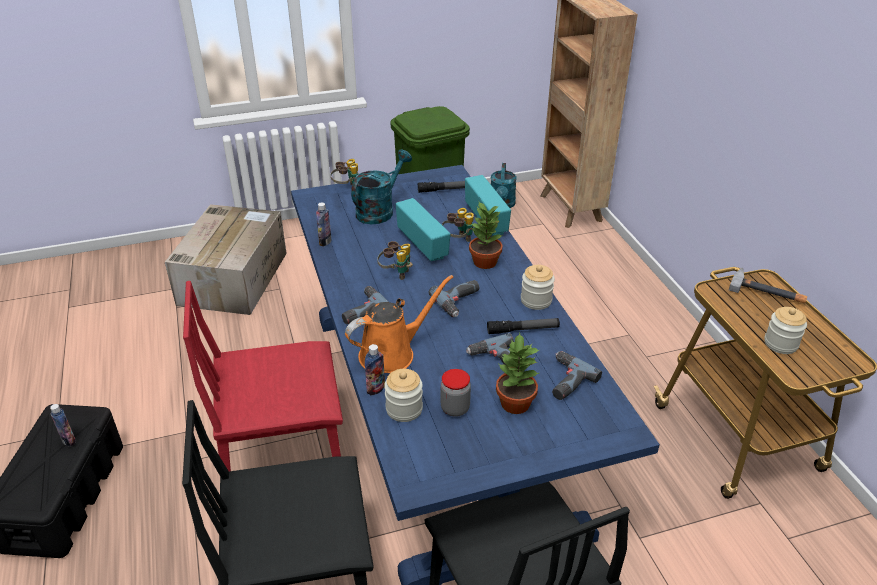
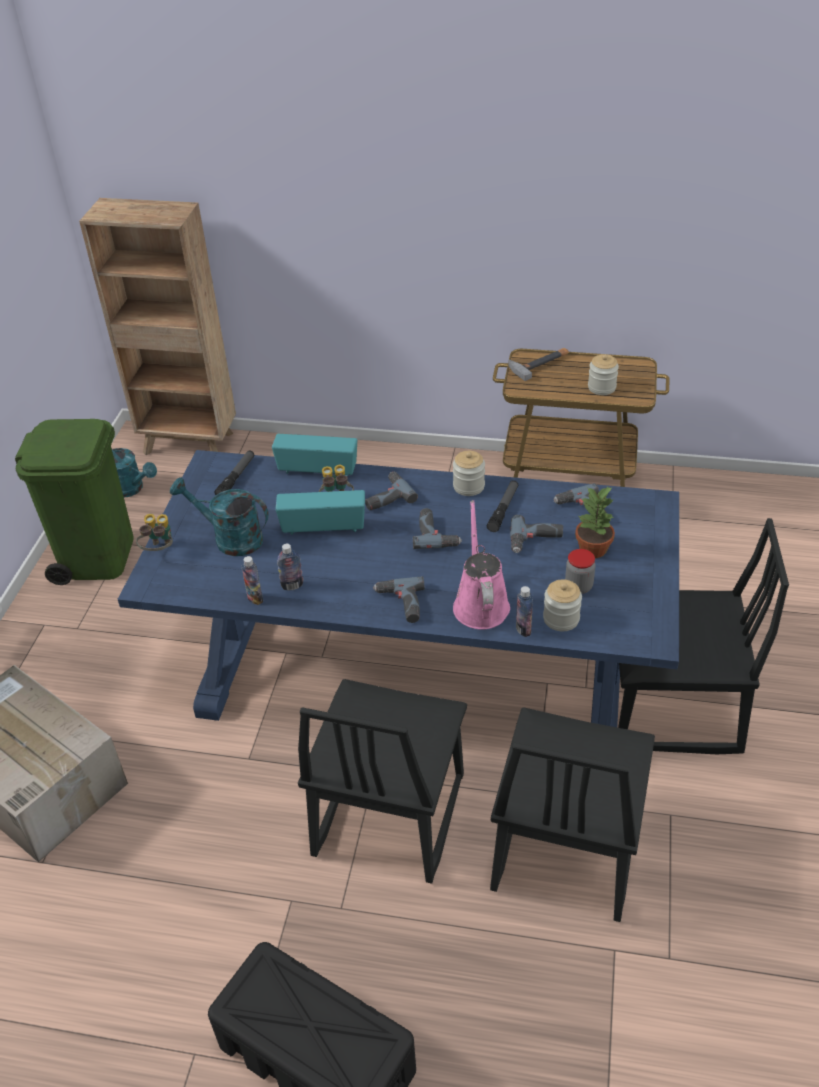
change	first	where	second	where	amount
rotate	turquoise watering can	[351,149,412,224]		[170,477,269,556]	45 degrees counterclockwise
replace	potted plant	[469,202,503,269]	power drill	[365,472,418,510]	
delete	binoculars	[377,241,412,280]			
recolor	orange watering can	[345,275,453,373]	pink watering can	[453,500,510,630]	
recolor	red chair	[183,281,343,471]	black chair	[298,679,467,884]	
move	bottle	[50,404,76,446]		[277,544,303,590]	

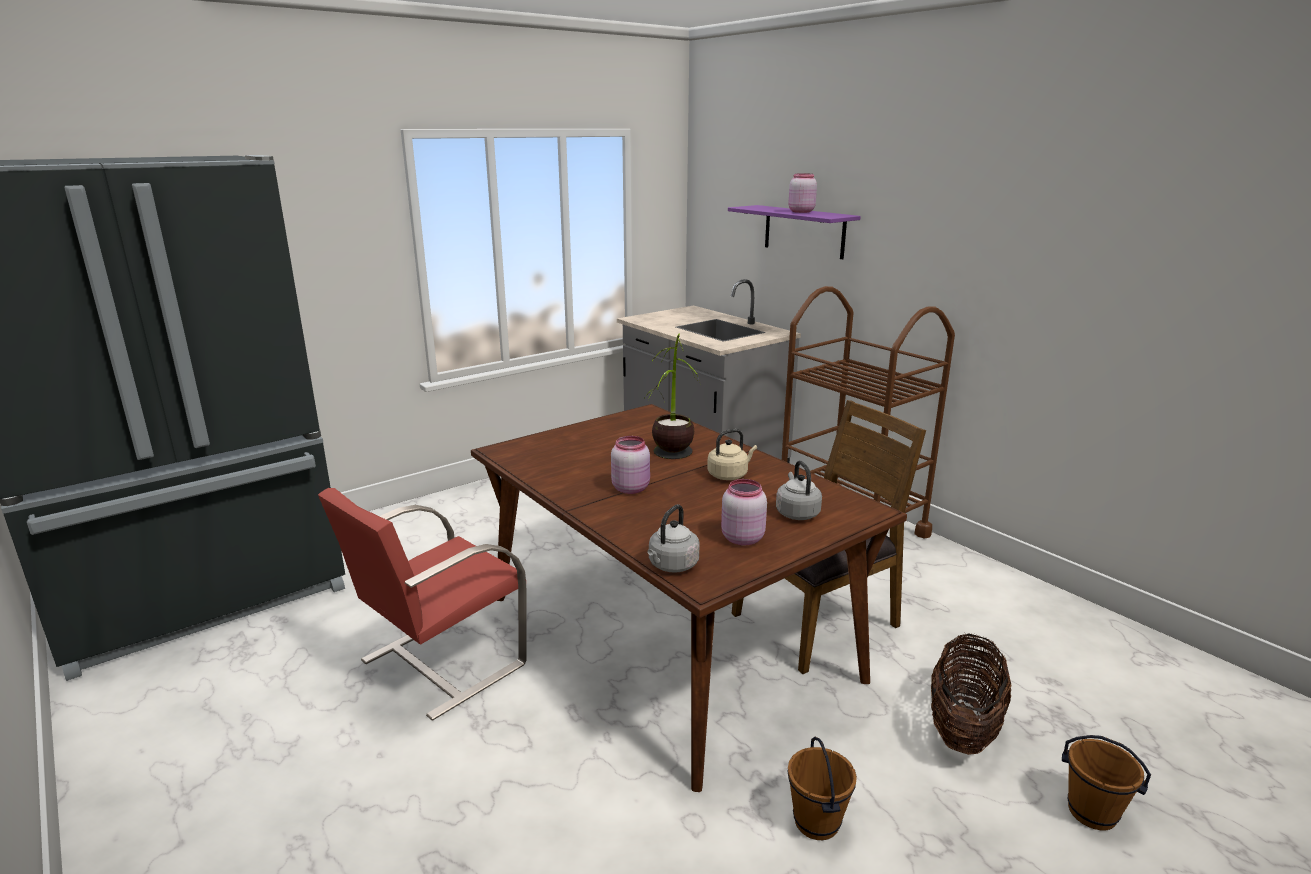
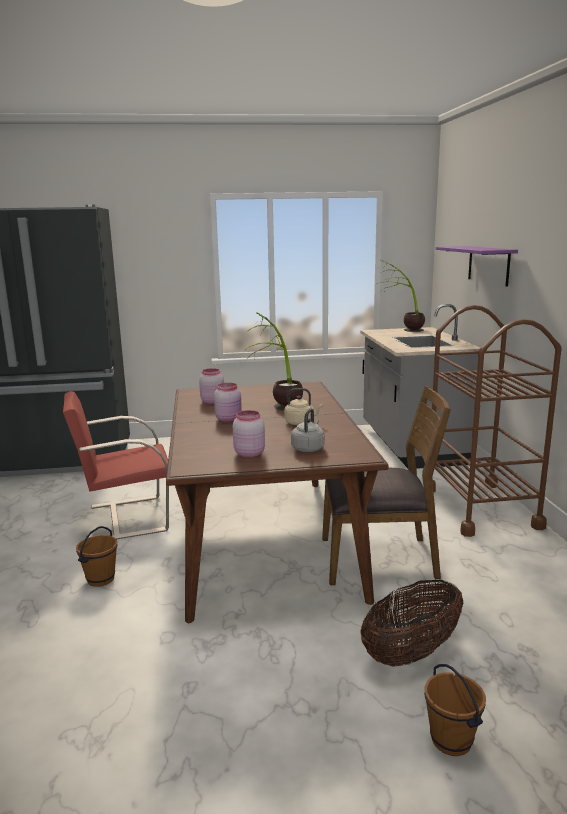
change	first	where	second	where	amount
move	pink jar	[788,173,817,213]		[199,368,224,404]	
delete	grey kettle	[647,504,700,573]			
move	brown bucket	[788,737,857,840]		[76,526,117,587]	
insert			potted plant	[377,260,425,332]	

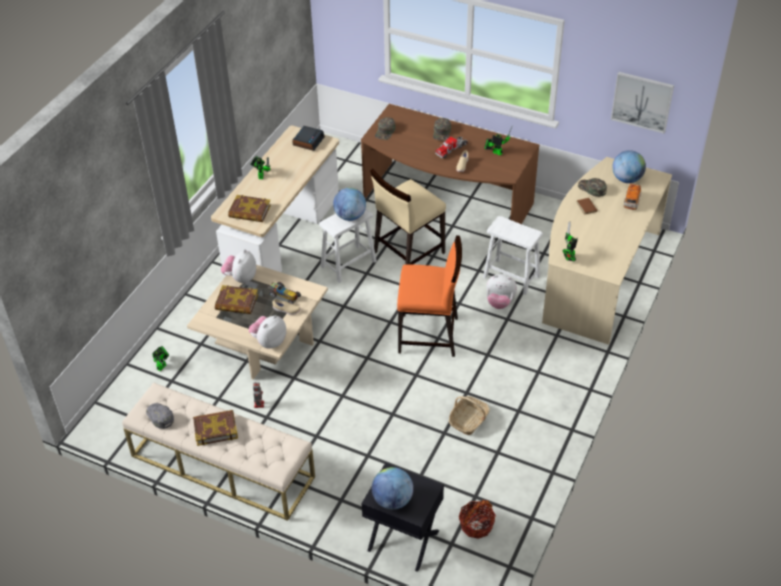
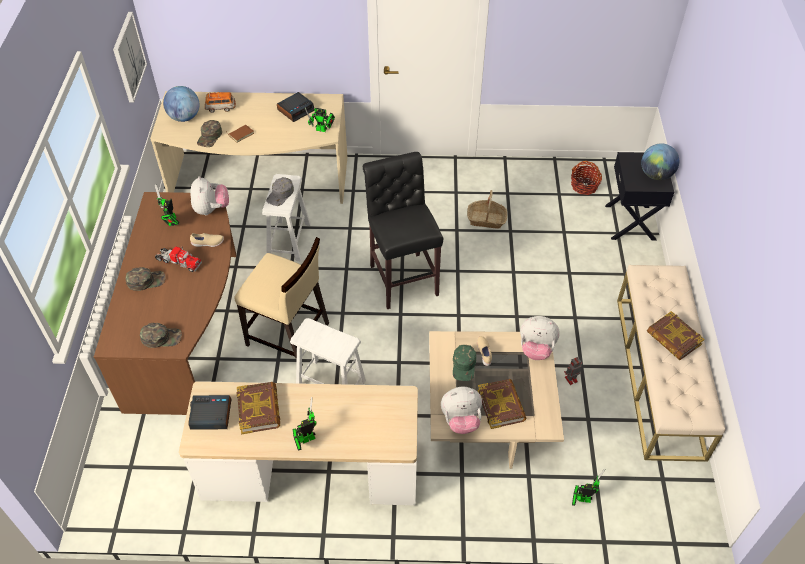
change	first	where	second	where	amount
delete	globe	[333,188,366,221]			
move	book	[228,195,271,222]		[236,382,280,434]	
replace	orange chair	[397,235,462,357]	black stool	[363,152,443,309]	
move	plush toy	[486,274,517,309]		[190,176,229,215]	
replace	toy car	[268,282,301,304]	green cap	[453,345,476,381]	
move	grey cap	[146,403,174,429]		[266,177,294,206]	
insert			alarm clock	[277,92,315,122]	

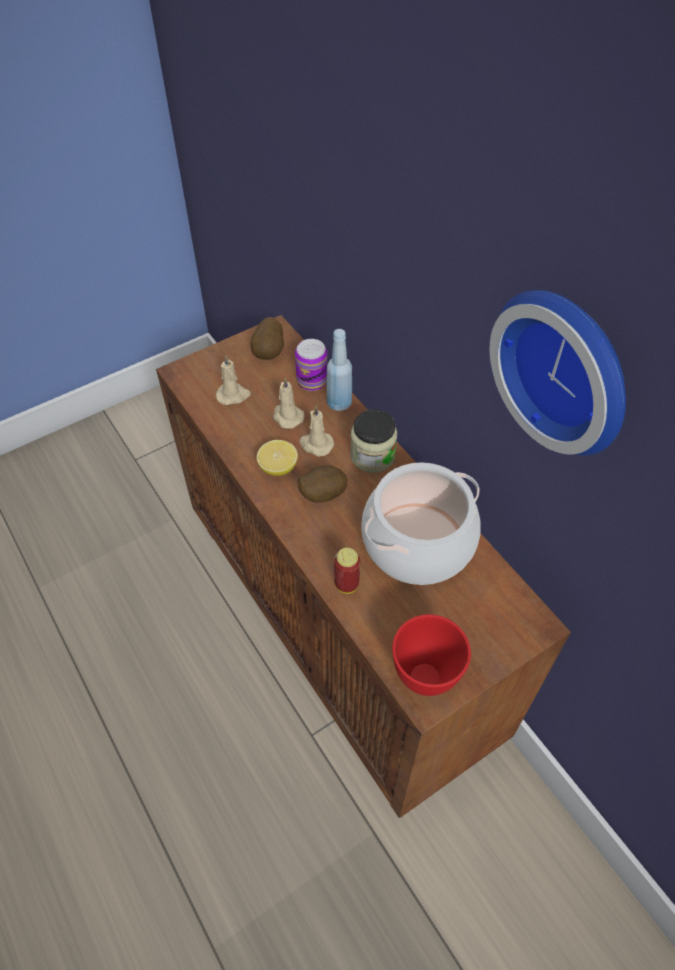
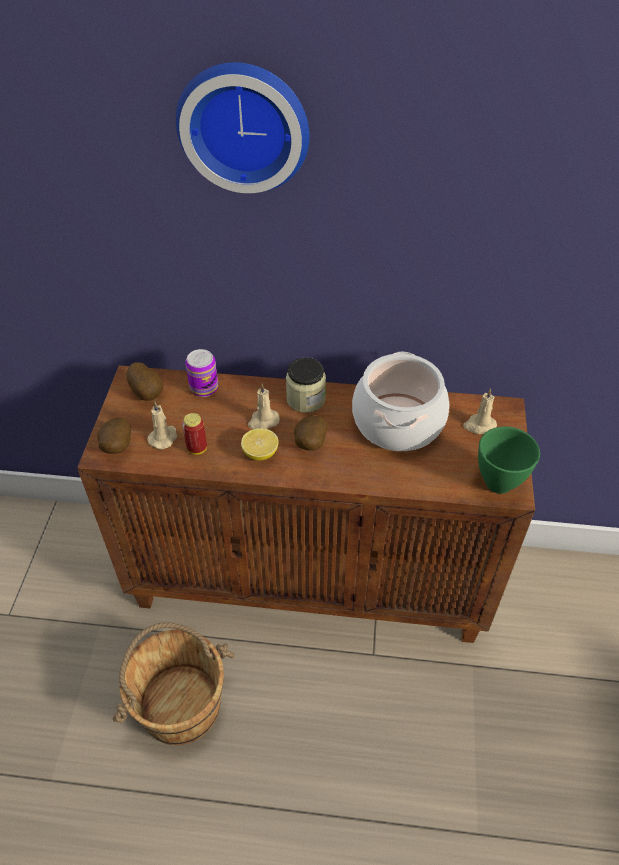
change	first	where	second	where	amount
move	wall clock	[490,290,626,455]		[176,62,309,193]	
delete	blue bottle	[327,329,352,411]			
move	beige candle	[273,377,304,429]		[463,388,497,434]	
move	can	[334,548,360,594]		[182,413,207,455]	
recolor	red bowl	[392,614,471,696]	green bowl	[478,426,540,494]	
insert			potato	[97,418,131,454]	
insert			brown bucket	[112,622,235,745]	

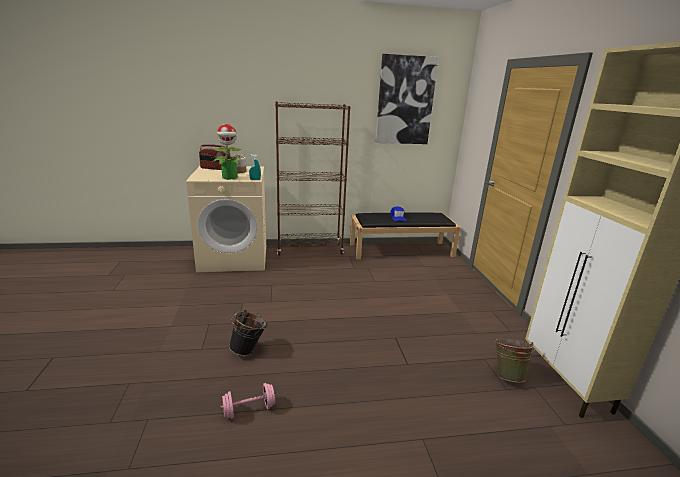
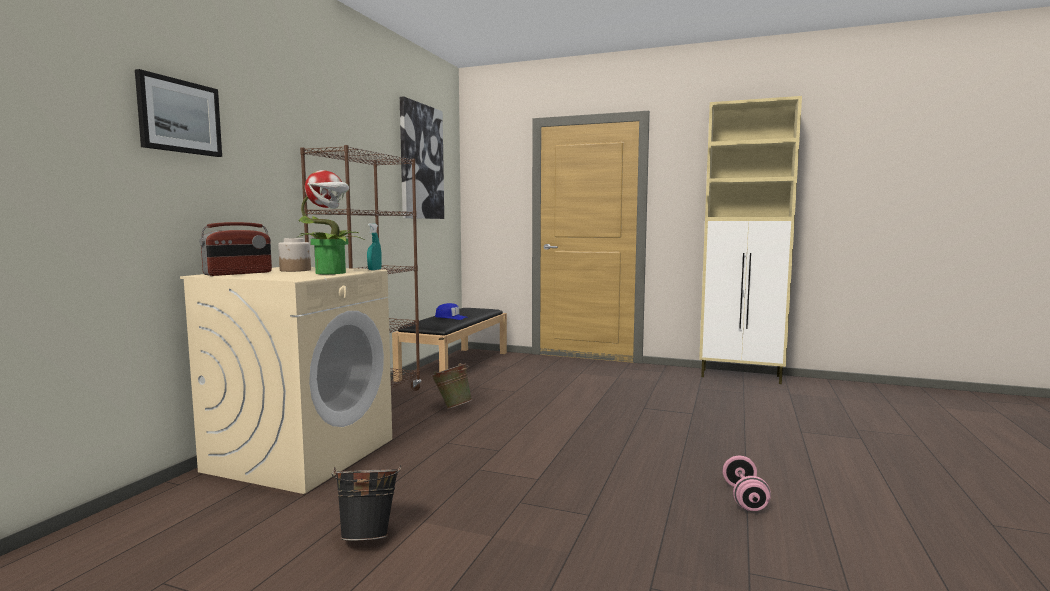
change	first	where	second	where	amount
move	black bucket	[229,310,267,356]		[332,465,401,541]	
move	green bucket	[495,339,535,383]		[431,363,472,409]	
insert			picture	[135,69,222,157]	

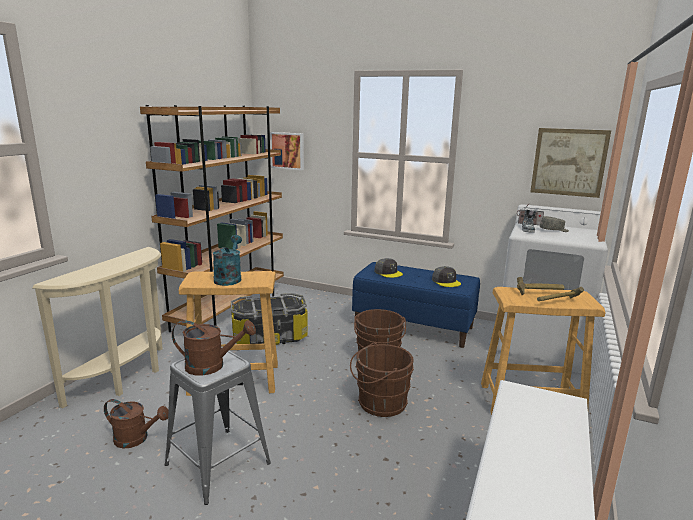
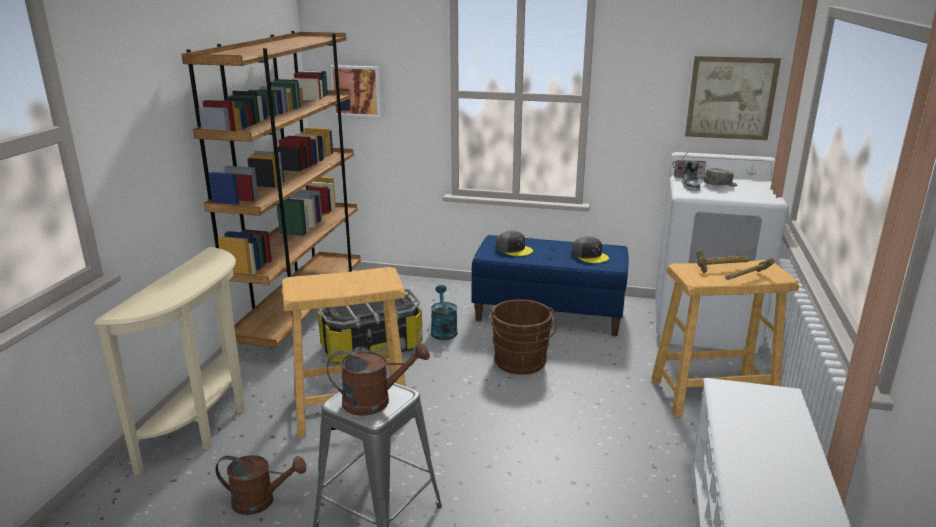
change	first	where	second	where	amount
move	turquoise watering can	[213,235,242,286]		[431,285,457,340]	
delete	brown bucket	[350,342,414,417]			

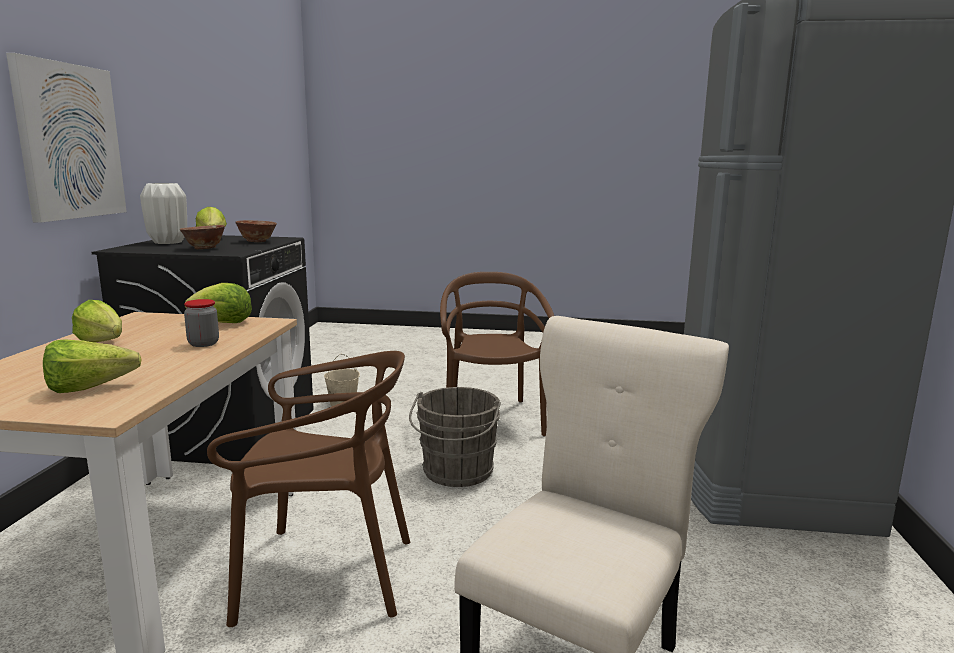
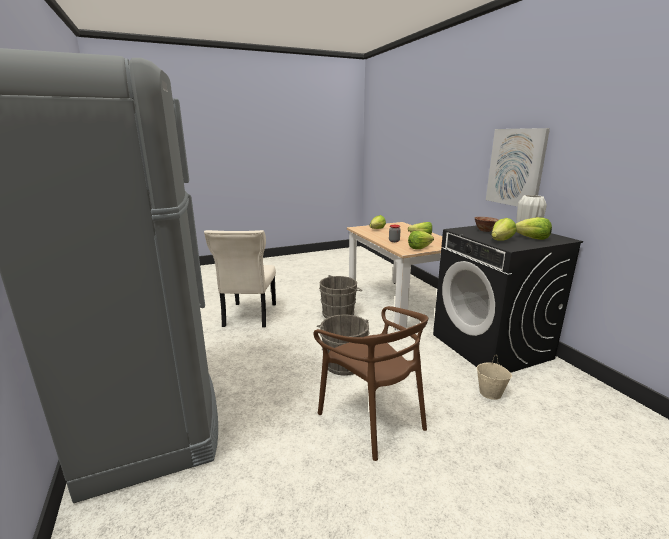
change	first	where	second	where	amount
replace	bowl	[235,220,277,242]	lettuce	[492,218,517,241]	
replace	brown chair	[207,351,410,627]	grey bucket	[319,275,362,318]	

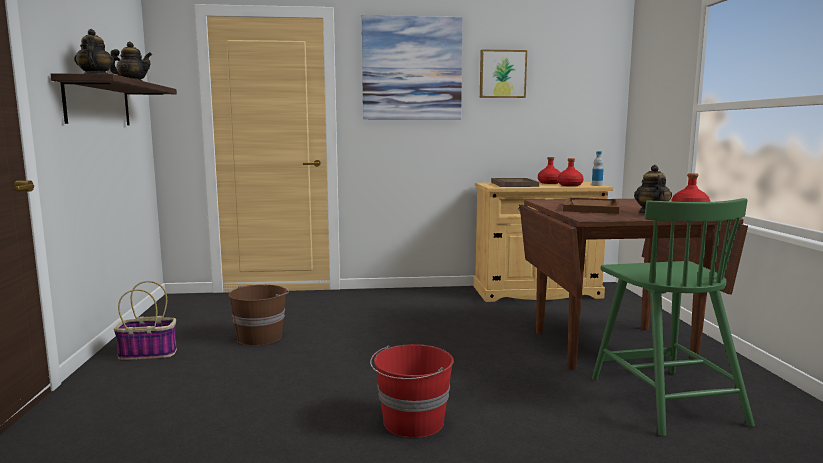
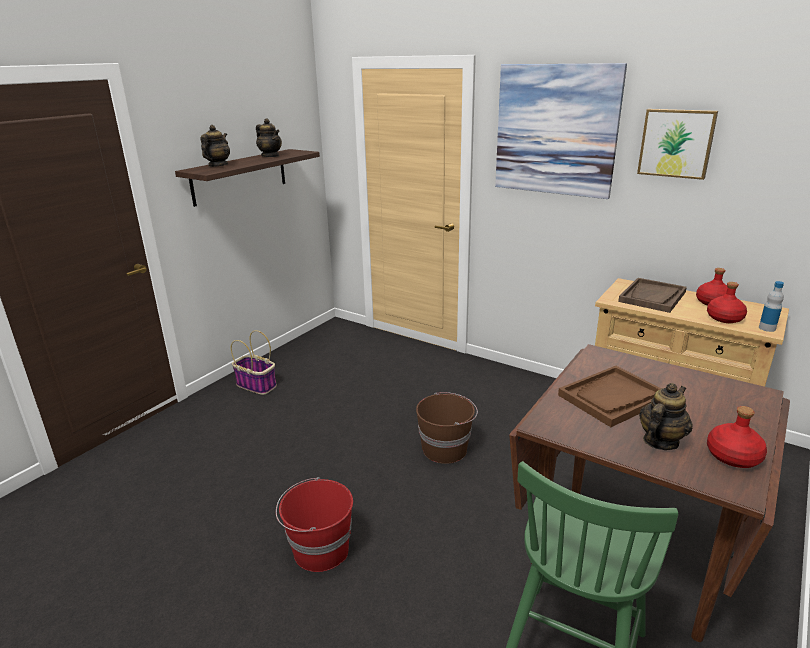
change	first	where	second	where	amount
move	brown bucket	[229,285,289,346]		[416,392,478,464]	

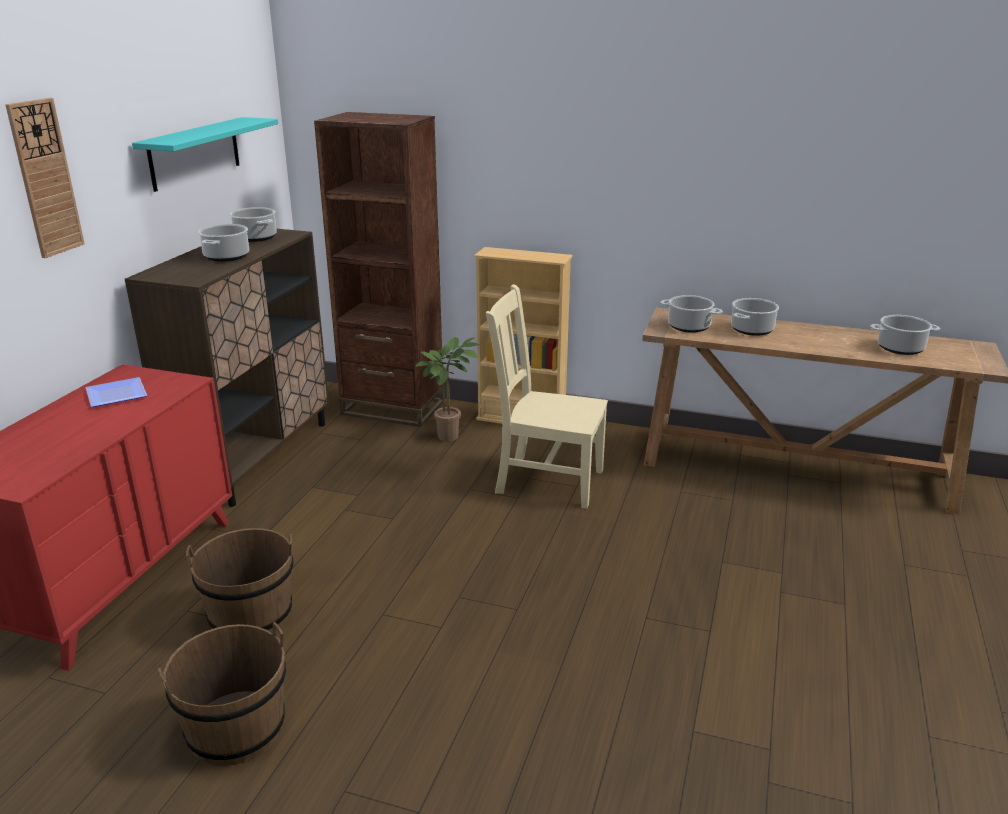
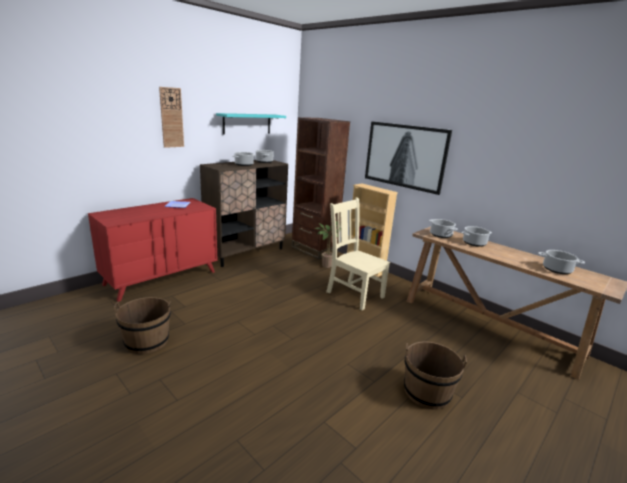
change	first	where	second	where	amount
move	brown bucket	[186,528,293,633]		[404,341,467,409]	
insert			picture	[365,121,452,195]	

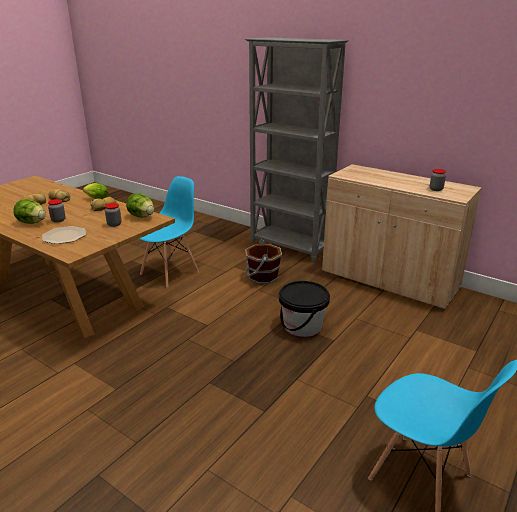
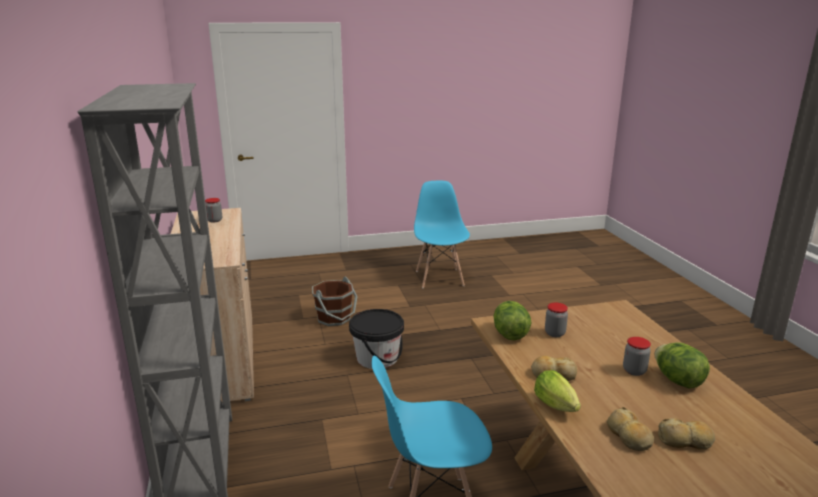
change	first	where	second	where	amount
delete	plate	[42,226,86,244]			
move	brown bucket	[245,239,282,284]		[312,276,358,326]	

